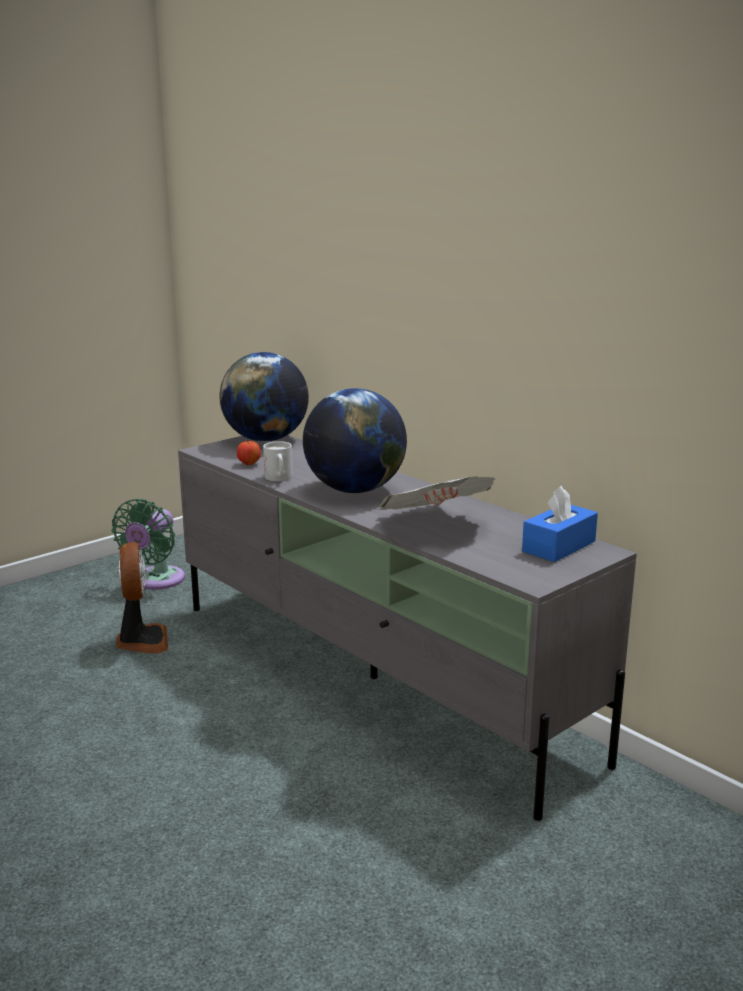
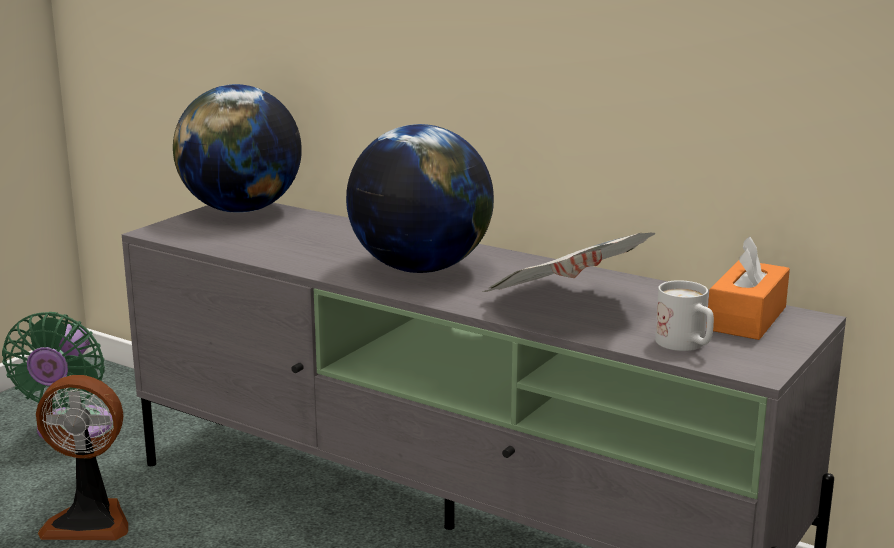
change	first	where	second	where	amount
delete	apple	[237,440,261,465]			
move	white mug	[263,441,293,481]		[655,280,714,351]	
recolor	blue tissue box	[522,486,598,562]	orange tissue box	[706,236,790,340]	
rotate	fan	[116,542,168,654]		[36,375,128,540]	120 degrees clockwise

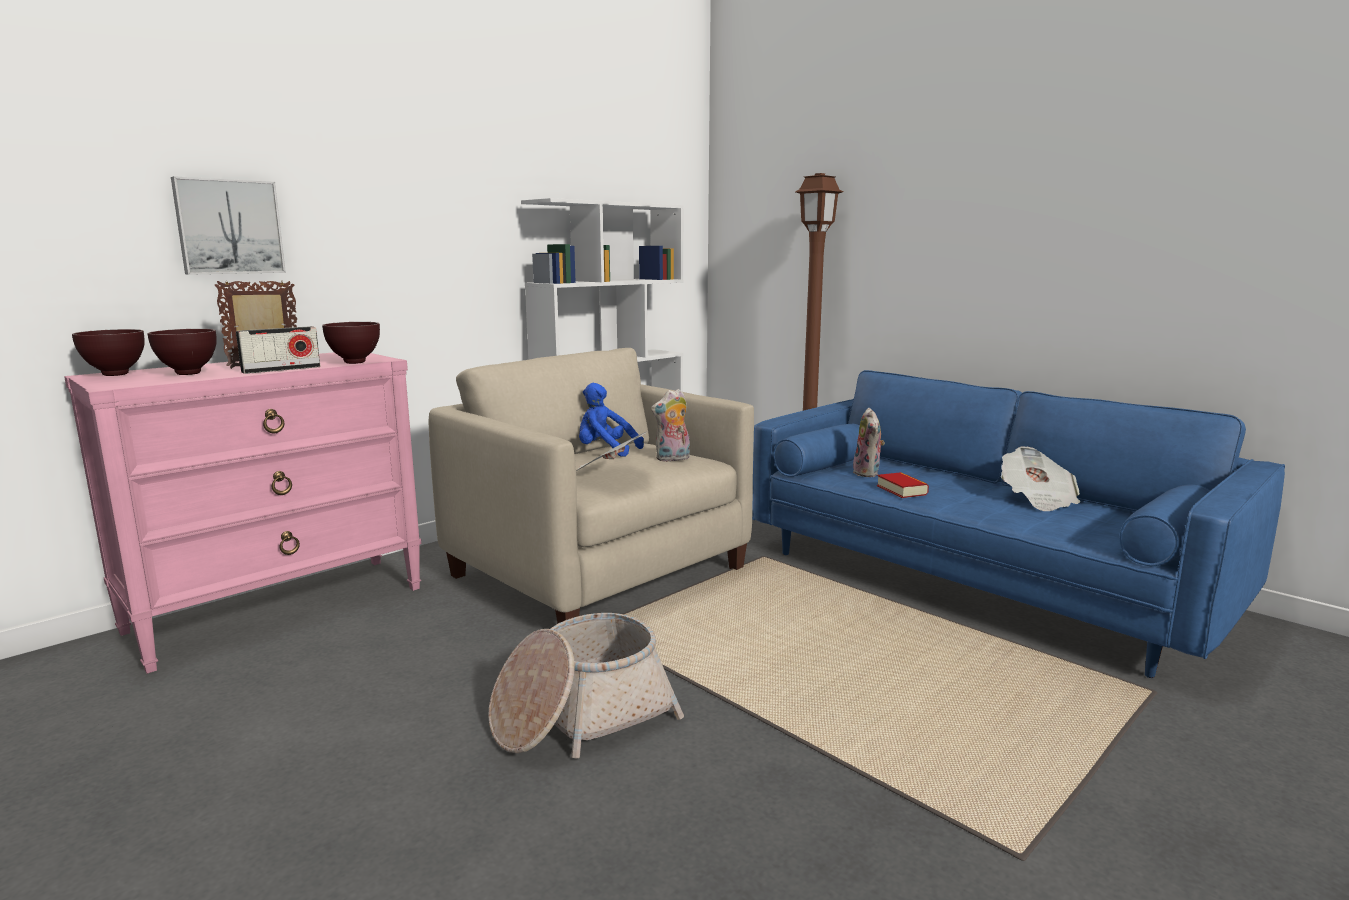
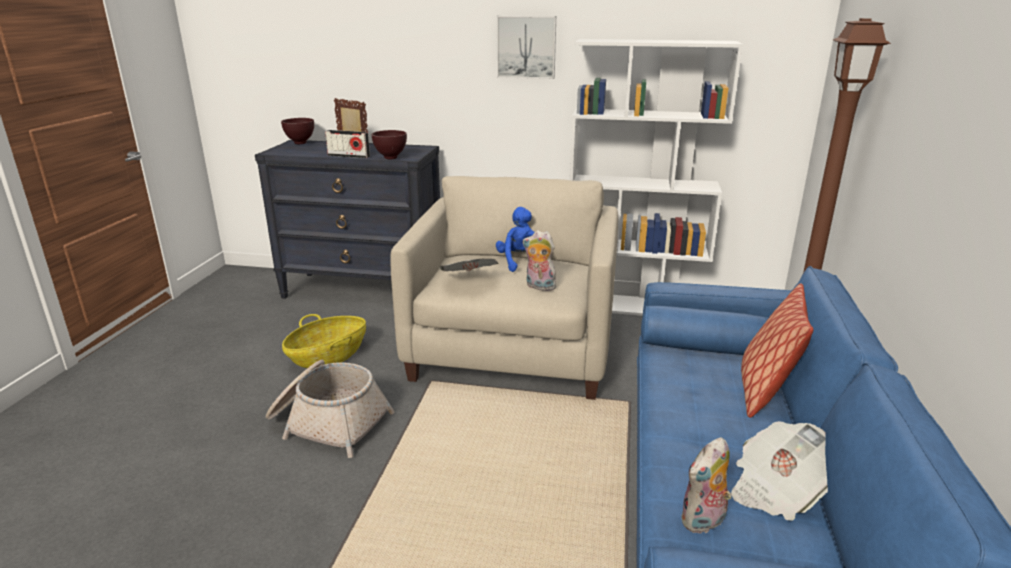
change	first	where	second	where	amount
move	picture	[171,176,286,275]		[497,16,556,79]	
delete	brown bowl	[147,329,217,375]			
recolor	pink dresser	[64,352,421,674]	black dresser	[255,140,440,299]	
move	plush toy	[853,408,885,477]		[681,437,732,534]	
delete	book	[877,472,929,498]			
insert			pillow	[741,283,814,418]	
insert			basket	[282,314,366,368]	

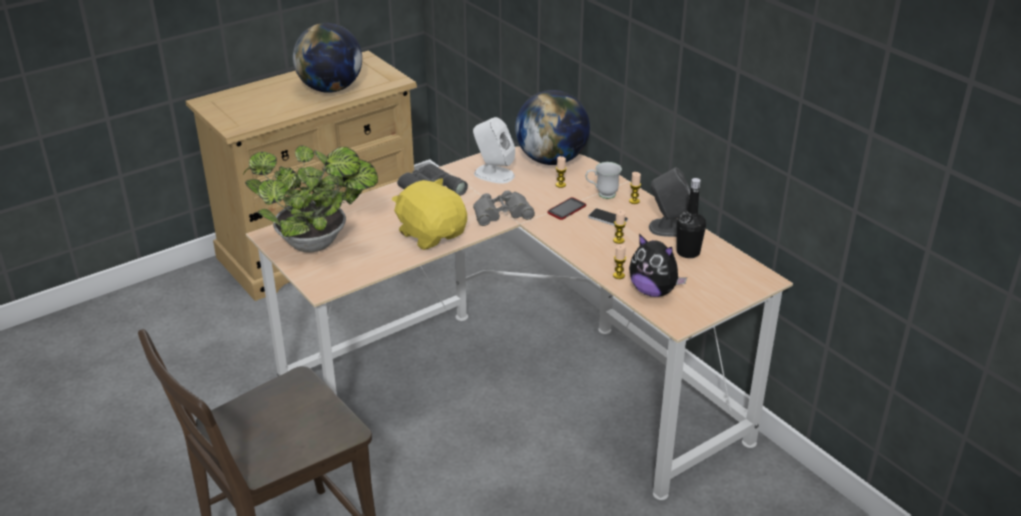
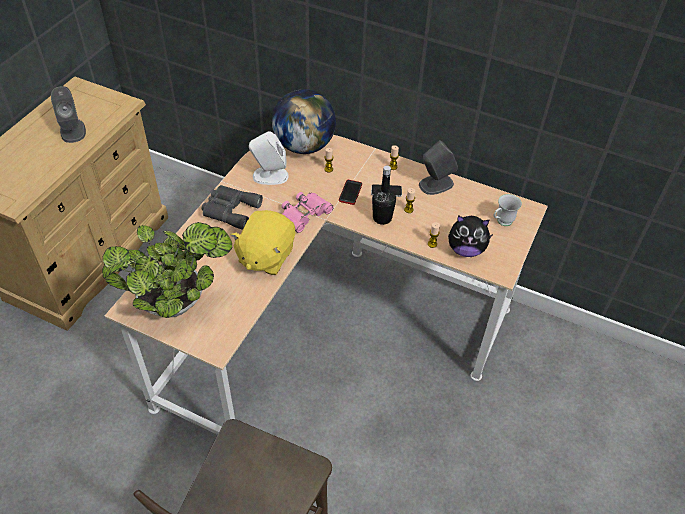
change	first	where	second	where	amount
replace	globe	[293,23,362,93]	grey speaker	[51,86,86,143]	
move	white mug	[585,162,622,199]		[494,194,522,226]	
rotate	yellow plush toy	[392,178,467,250]		[231,210,295,275]	90 degrees counterclockwise
move	black bottle	[676,178,706,258]		[372,166,396,225]	
recolor	grey binoculars	[473,190,535,226]	pink binoculars	[282,192,334,233]	

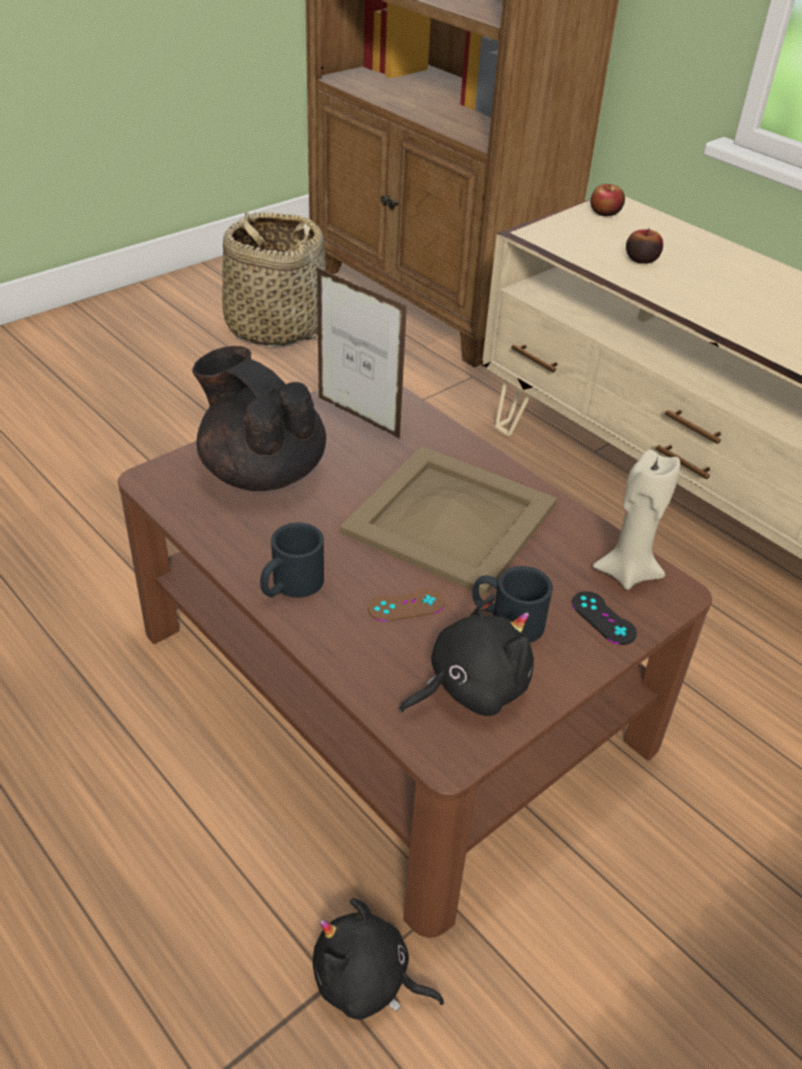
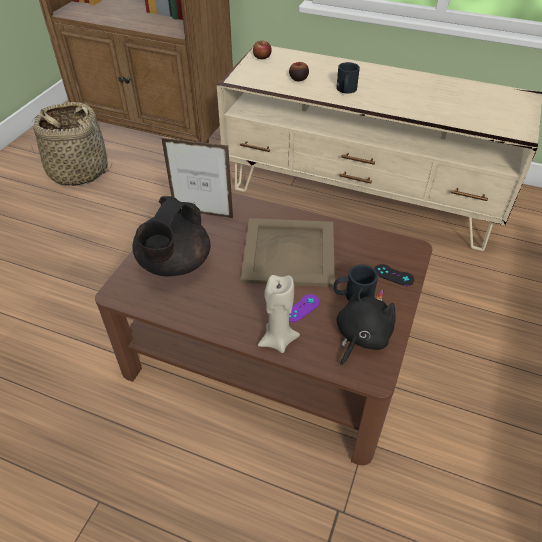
change	first	where	second	where	amount
rotate	black teapot	[192,346,326,491]		[132,196,210,276]	90 degrees counterclockwise
move	beige candle	[593,450,680,590]		[258,275,300,353]	
move	black mug	[260,522,324,598]		[336,62,360,94]	
recolor	brown game controller	[368,589,445,622]	purple game controller	[289,294,320,322]	
delete	black plush toy	[313,898,444,1020]			

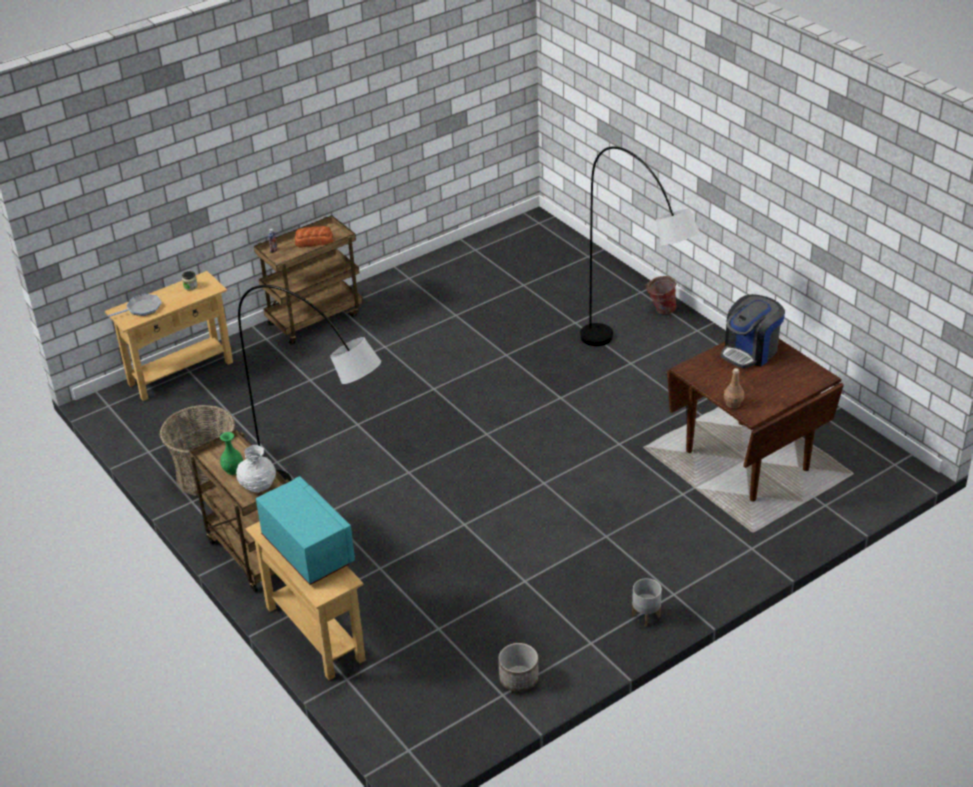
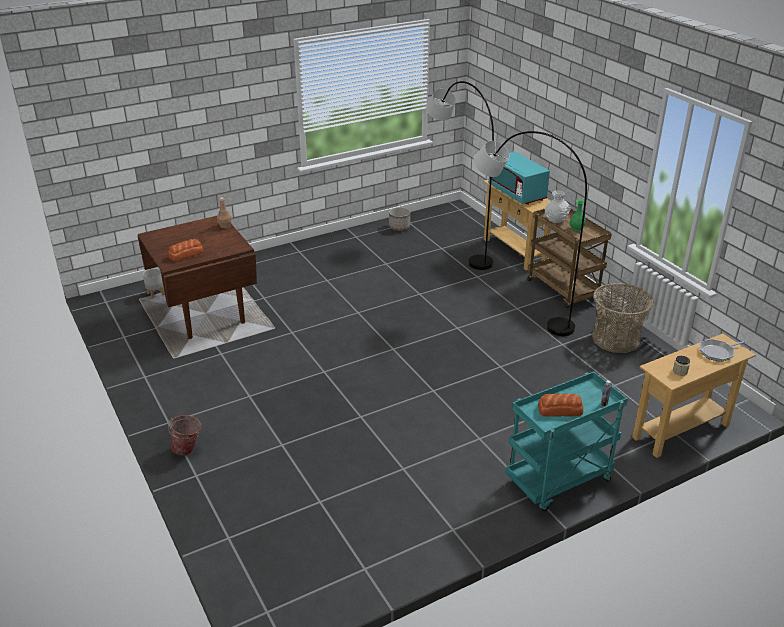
change	first	where	second	where	amount
move	grey floor lamp	[580,146,700,346]		[426,81,494,270]	
recolor	brown cart	[254,215,363,345]	turquoise cart	[506,371,628,511]	
replace	coffee machine	[721,294,785,368]	bread	[168,239,204,261]	
move	grey planter	[632,578,662,627]		[143,268,165,299]	

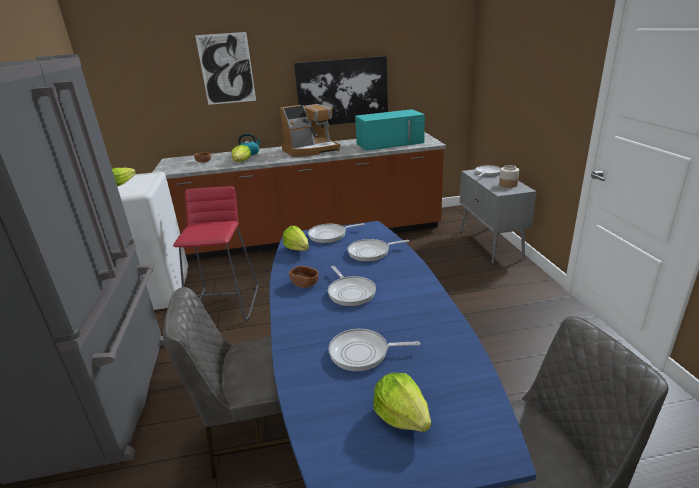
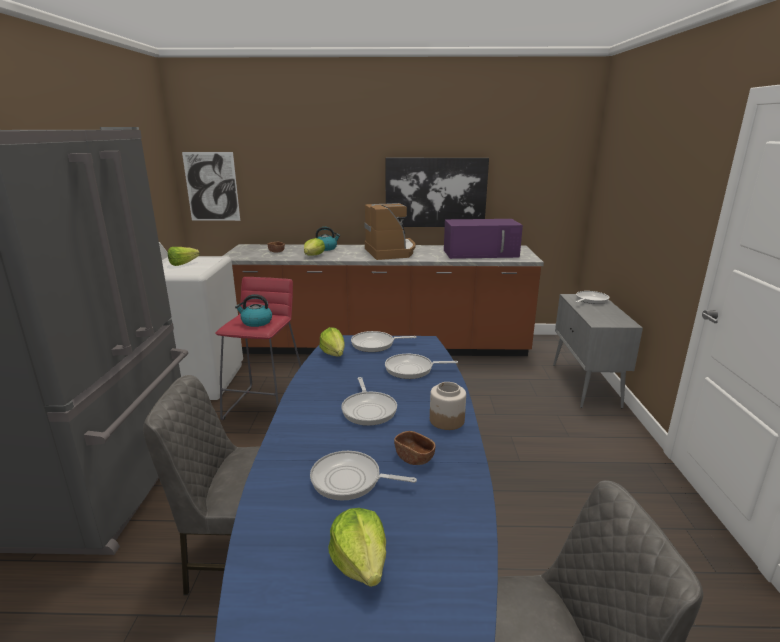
change	first	where	second	where	amount
move	picture	[195,32,256,105]		[182,152,240,221]	
rotate	coffee machine	[280,104,340,157]		[364,203,416,260]	90 degrees counterclockwise
recolor	turquoise microwave	[355,109,425,151]	purple microwave	[444,219,523,259]	
move	jar	[499,165,519,188]		[430,382,466,430]	
move	brown bowl	[289,266,319,288]		[394,431,436,465]	
insert			kettle	[235,294,272,327]	

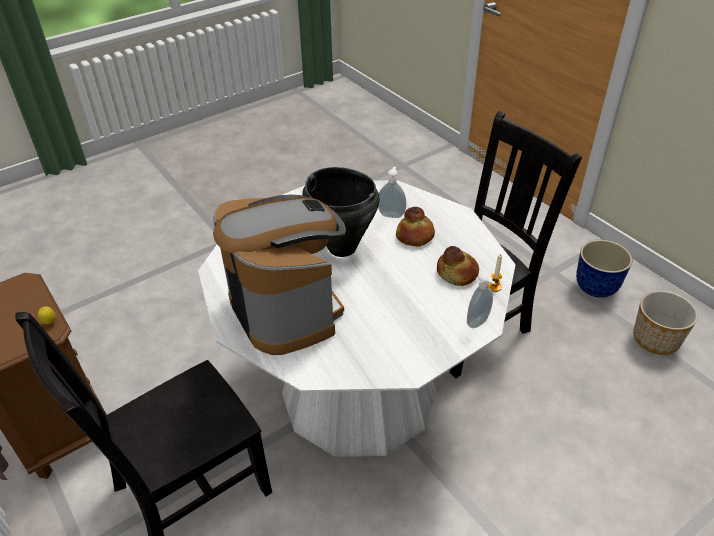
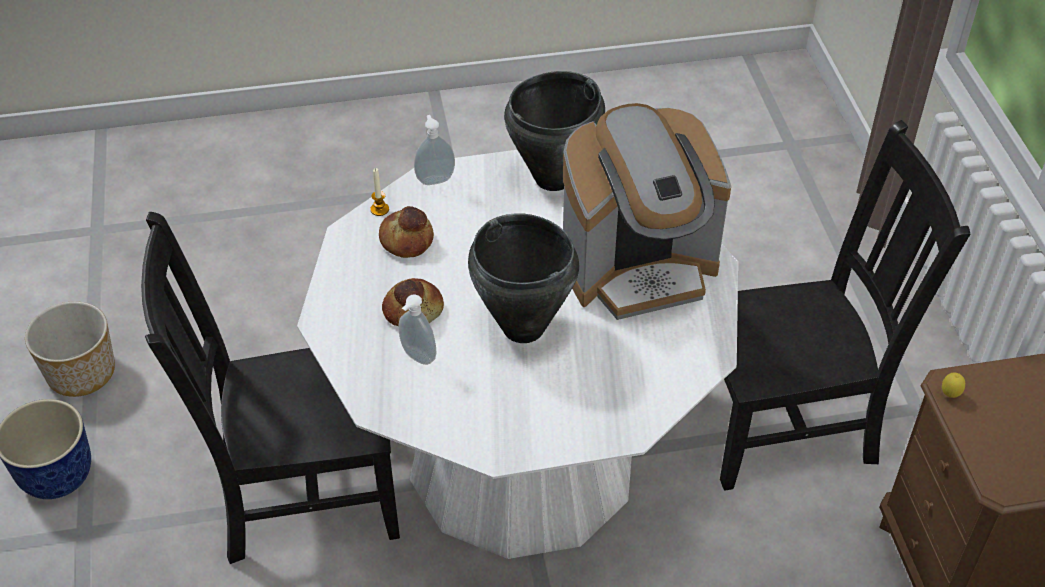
change	first	where	second	where	amount
rotate	coffee machine	[213,195,346,355]		[563,103,731,320]	105 degrees counterclockwise
insert			black cooking pot	[504,71,605,191]	

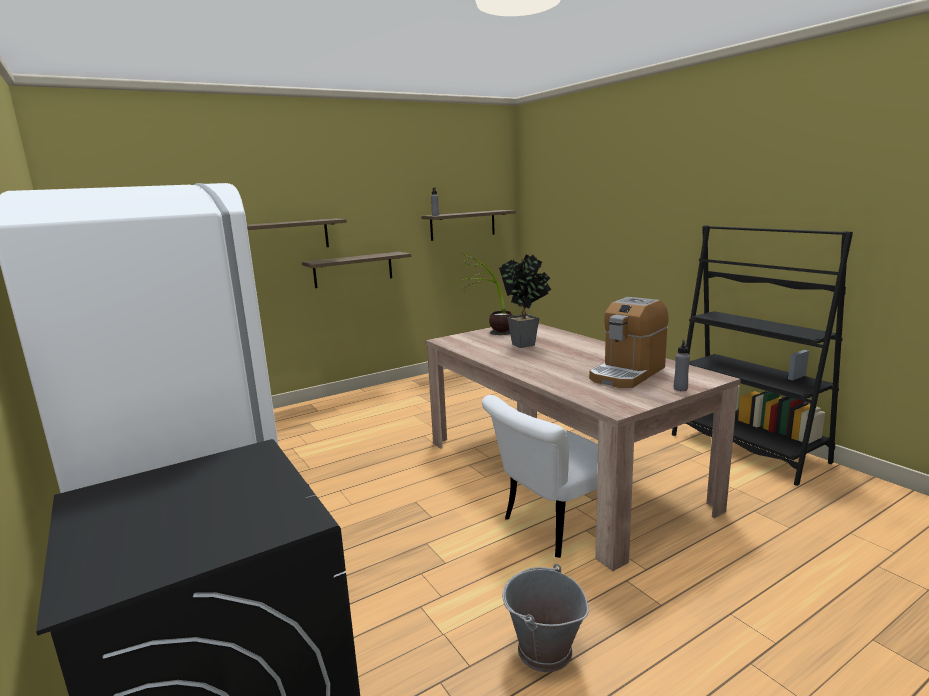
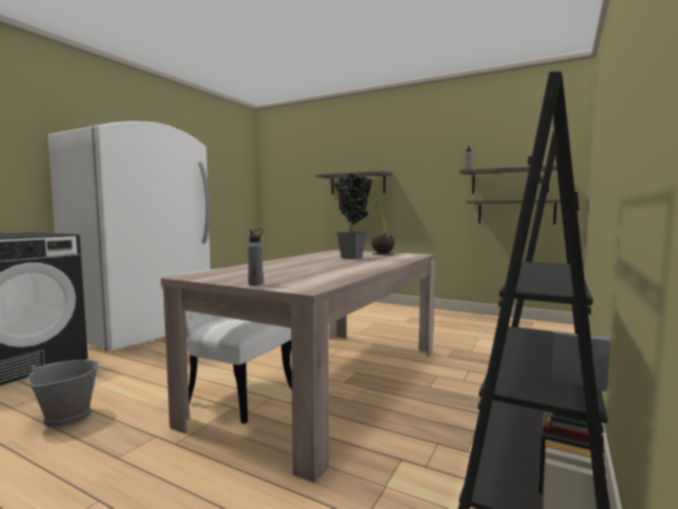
change	first	where	second	where	amount
move	shelf	[302,252,411,288]		[466,199,561,224]	
delete	coffee machine	[589,297,669,388]			

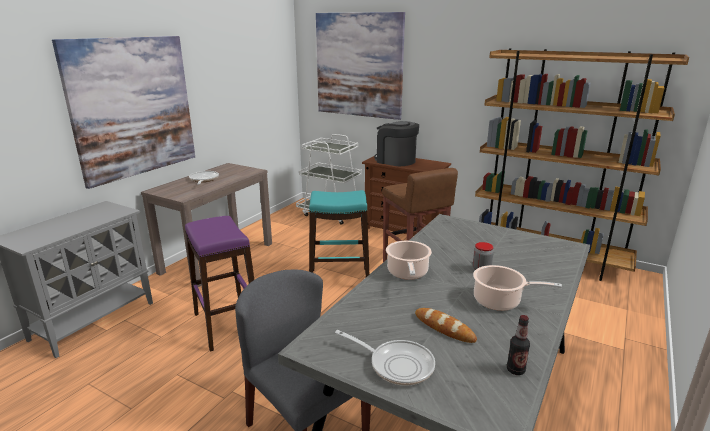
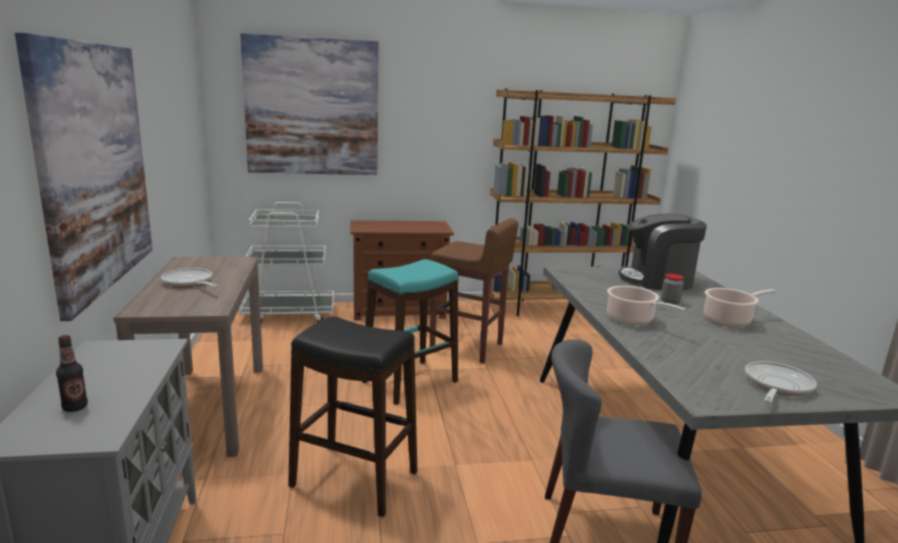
change	first	where	second	where	amount
move	coffee machine	[374,121,419,166]		[619,213,707,290]	
recolor	purple stool	[185,216,254,352]	black stool	[288,316,417,517]	
delete	bread	[415,308,477,343]			
move	bottle	[507,315,530,375]		[56,335,88,412]	
rotate	frying pan	[335,330,435,386]		[745,361,817,403]	45 degrees counterclockwise

